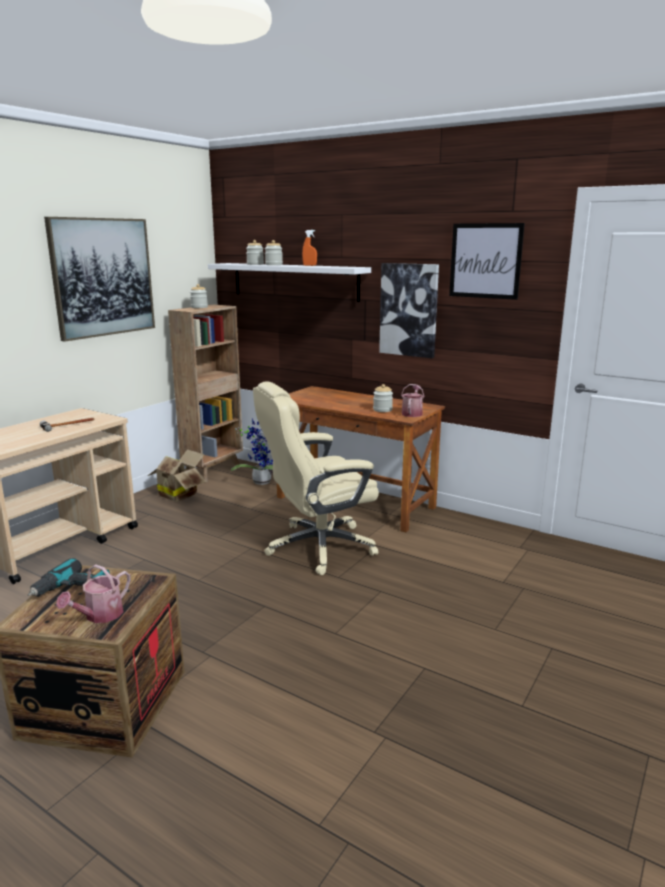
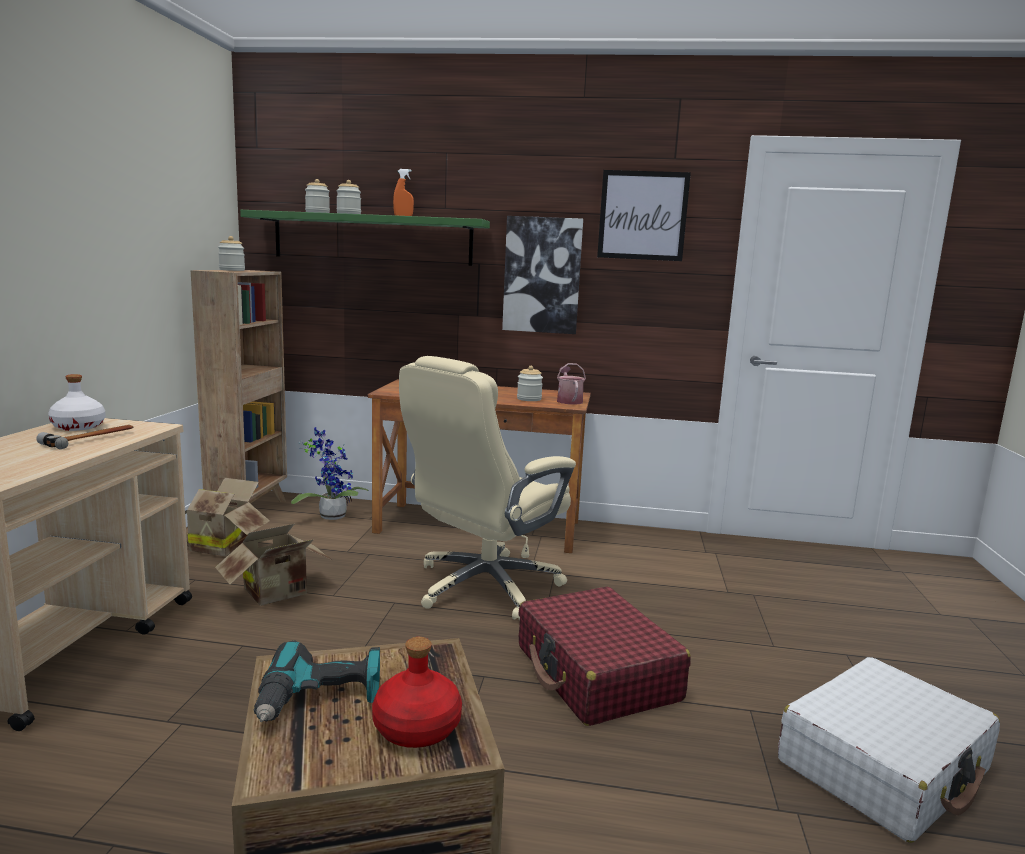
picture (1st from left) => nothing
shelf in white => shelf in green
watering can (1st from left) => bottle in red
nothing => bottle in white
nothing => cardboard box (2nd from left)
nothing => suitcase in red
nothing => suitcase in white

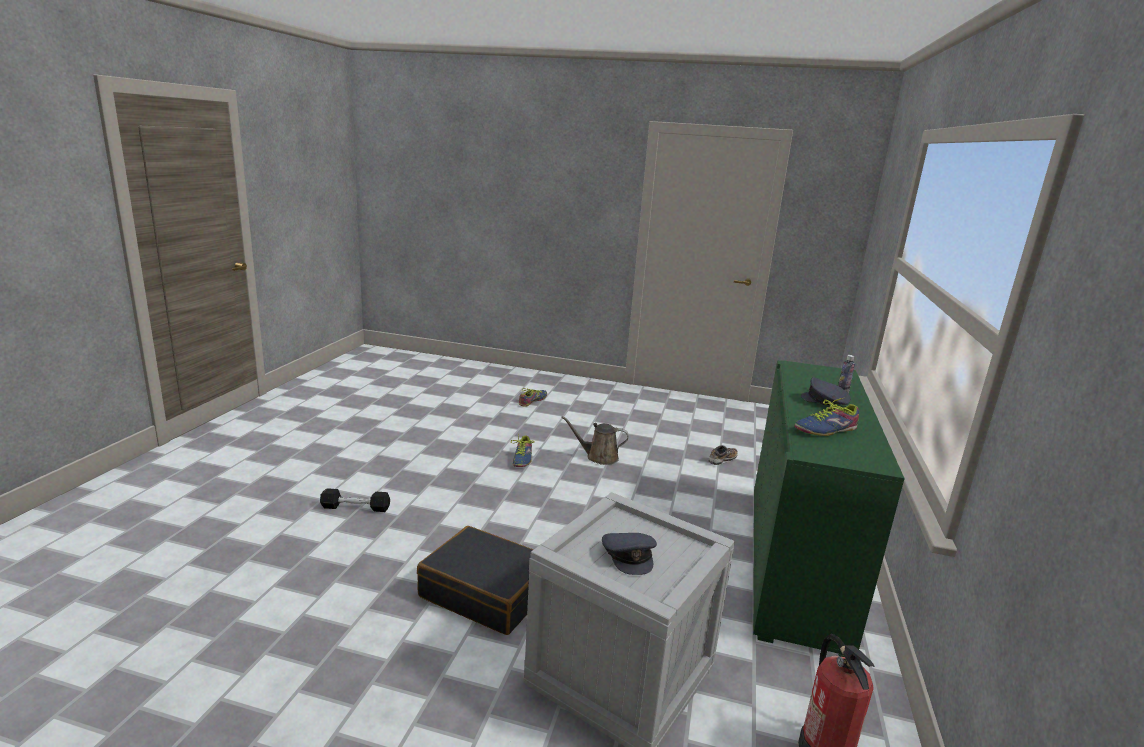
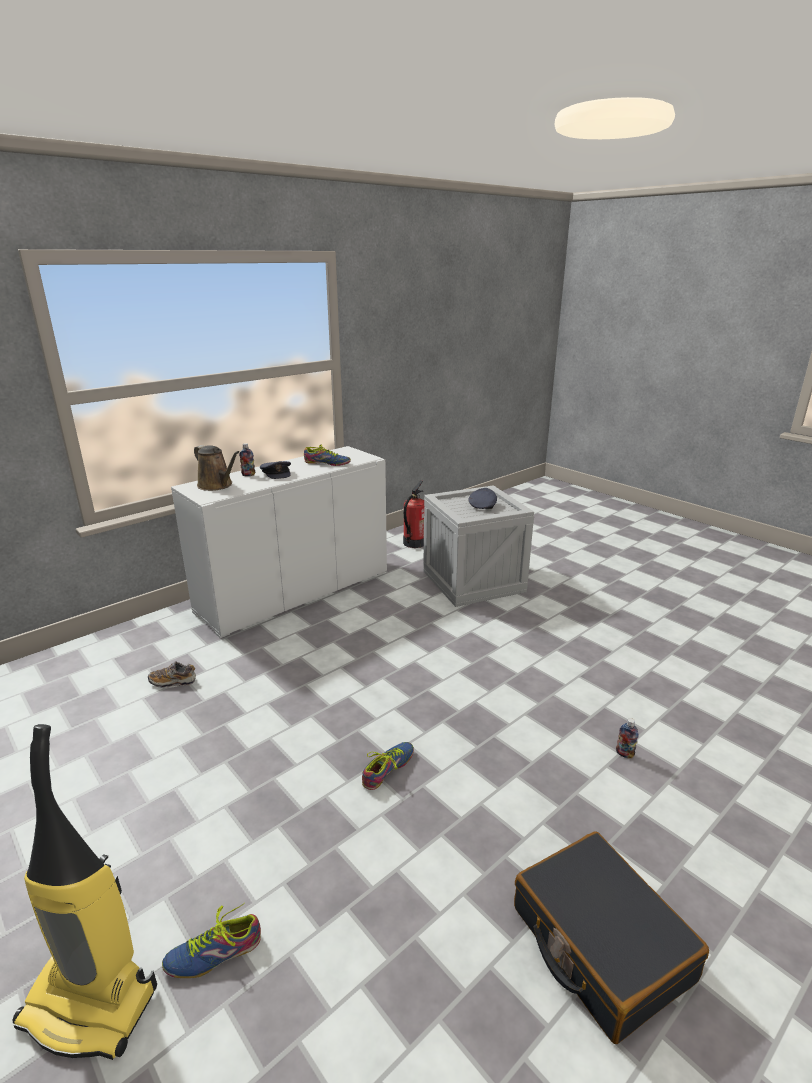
cabinet in green => cabinet in white
watering can in brown, moved
dumbbell in black => bottle (2nd from left)
suitcase in black, moved
nothing => vacuum cleaner

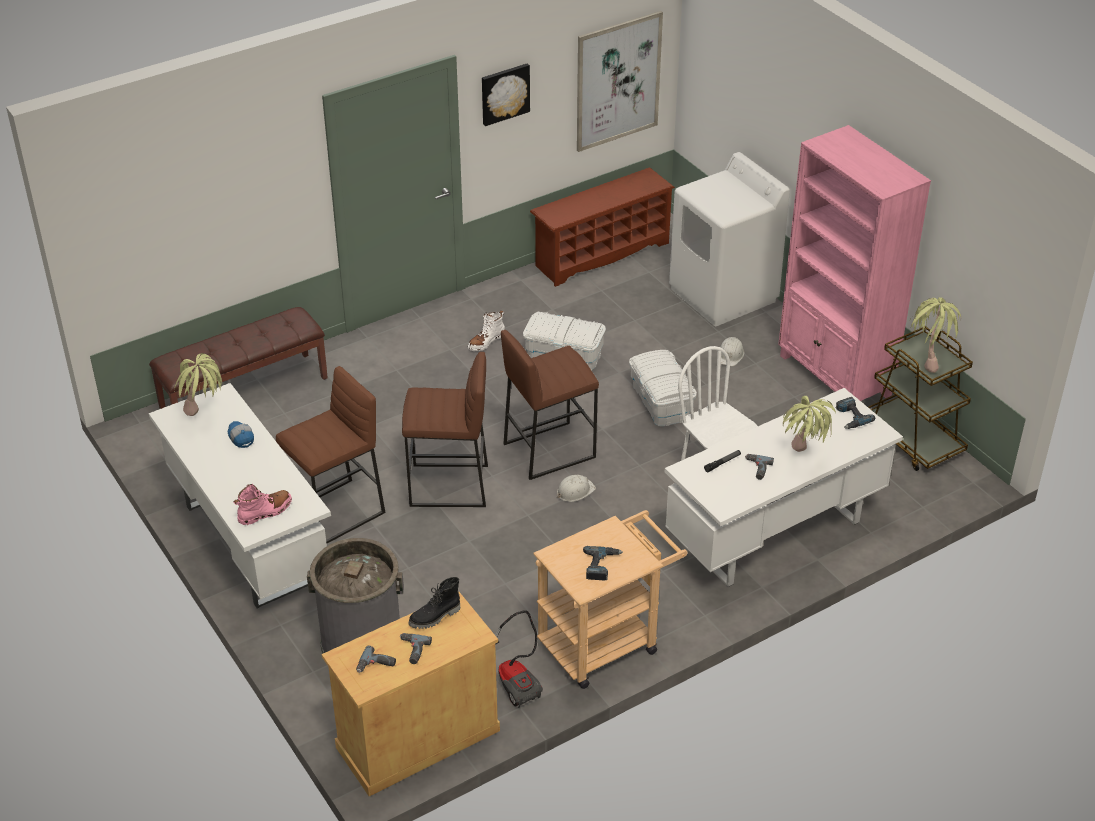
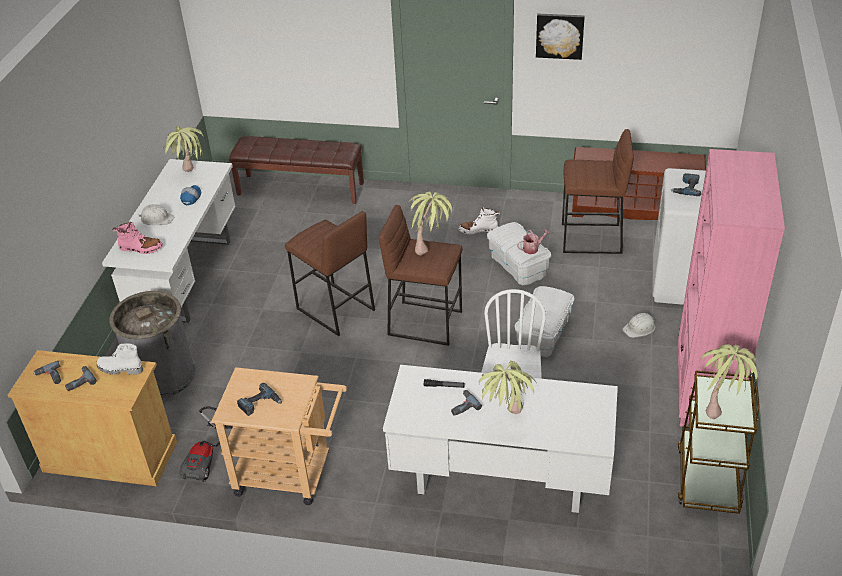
picture (2nd from left) => nothing
stool in brown (1st from left in the first image) => stool in brown (3rd from left), moved
power drill (5th from left), moved
hard hat in white (1st from left), moved
boot in black => boot in white (1st from left)
nothing => potted plant (2nd from left)
nothing => watering can

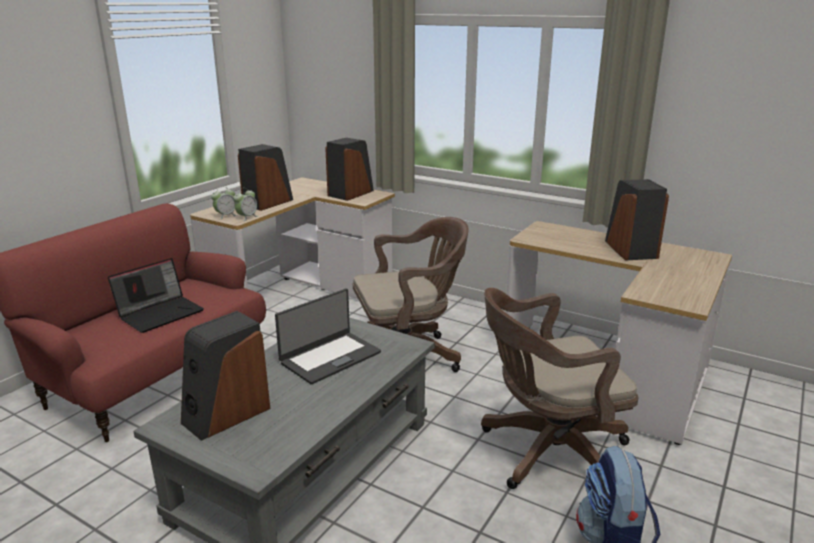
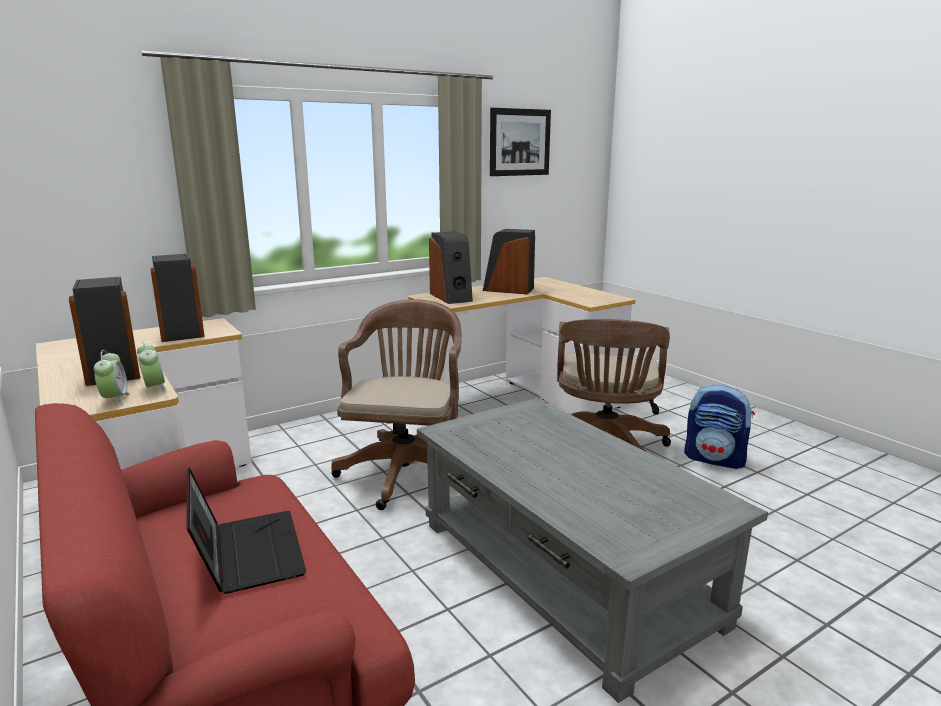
laptop (2nd from left) => nothing
speaker (1st from left in the first image) => speaker (3rd from left), moved
nothing => picture

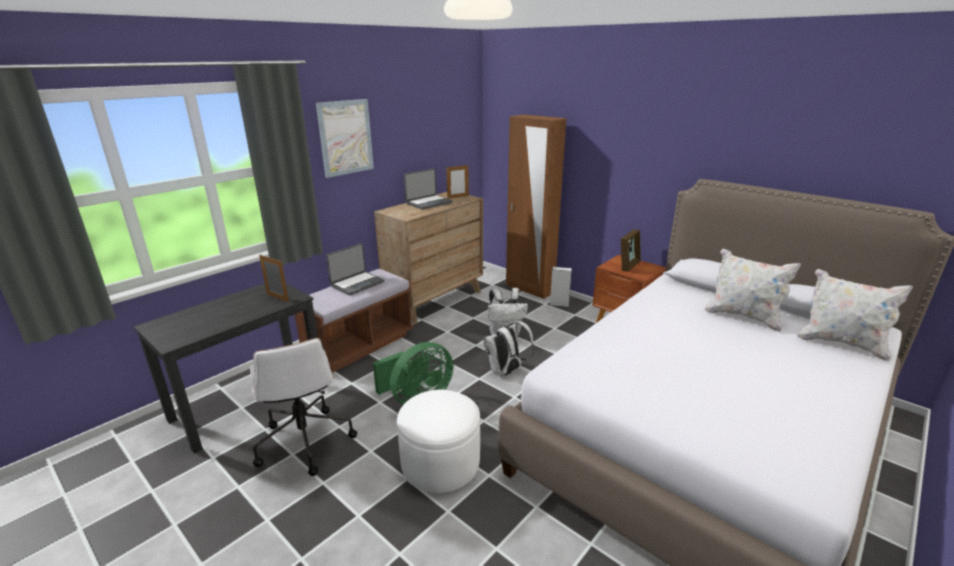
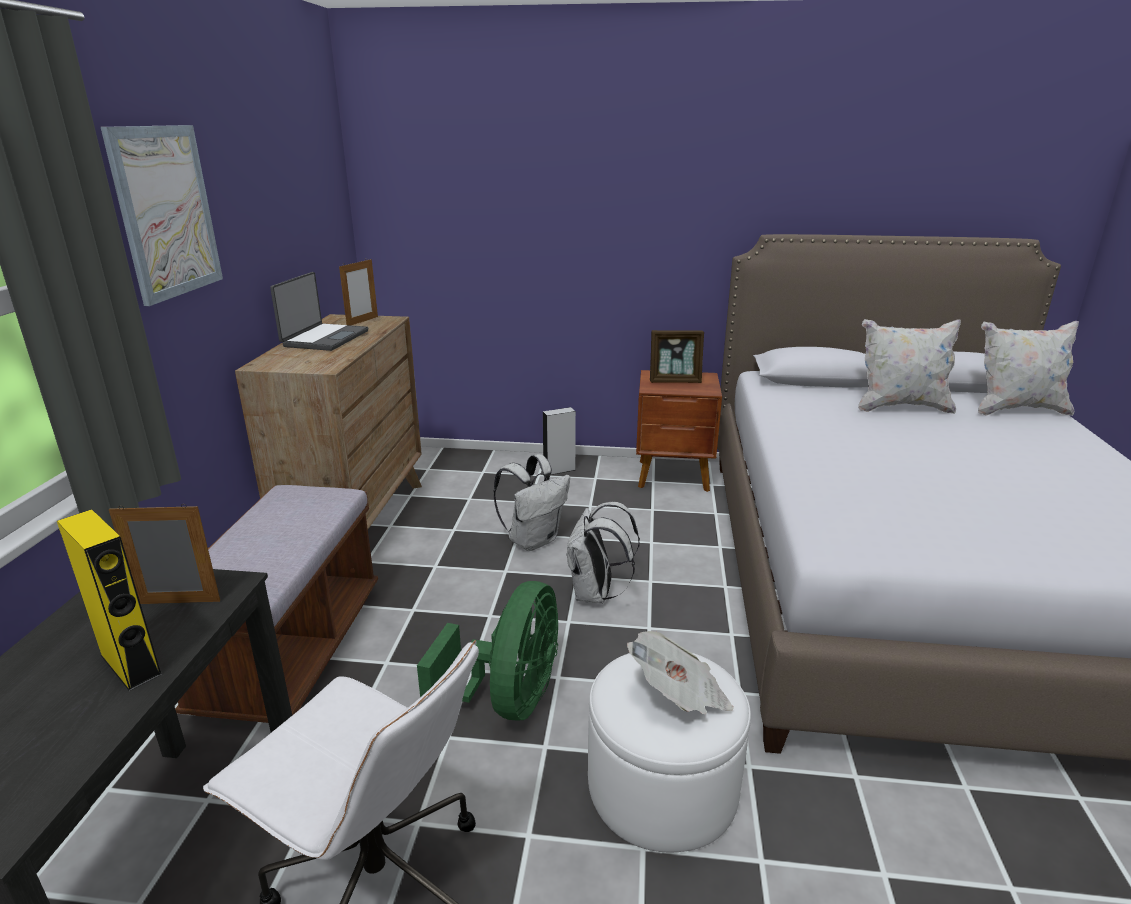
wardrobe in brown => nothing
picture frame (3rd from left), 90 degrees clockwise
laptop (1st from left) => nothing
nothing => speaker in yellow
nothing => newspaper

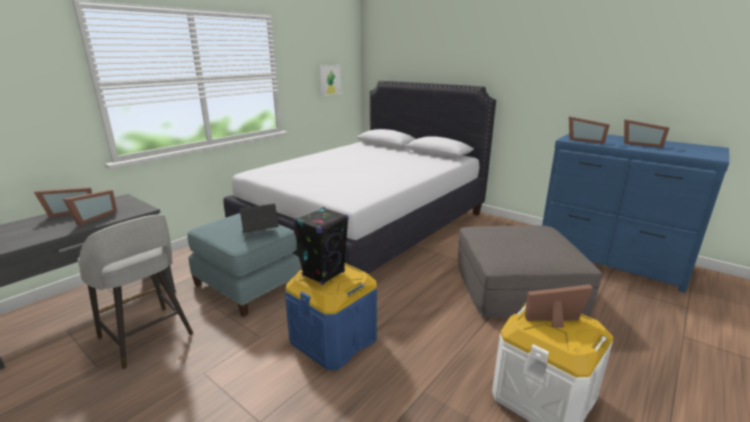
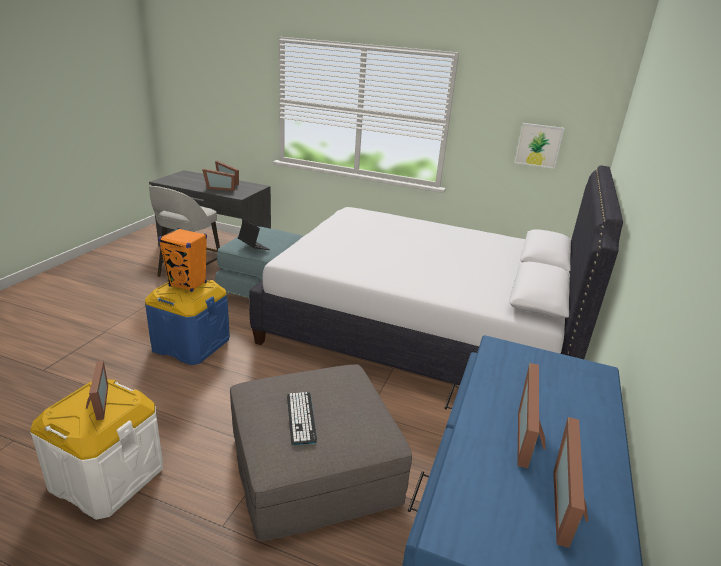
picture frame (4th from left in the first image) => picture frame (5th from left), moved
speaker in black => speaker in orange
nothing => keyboard

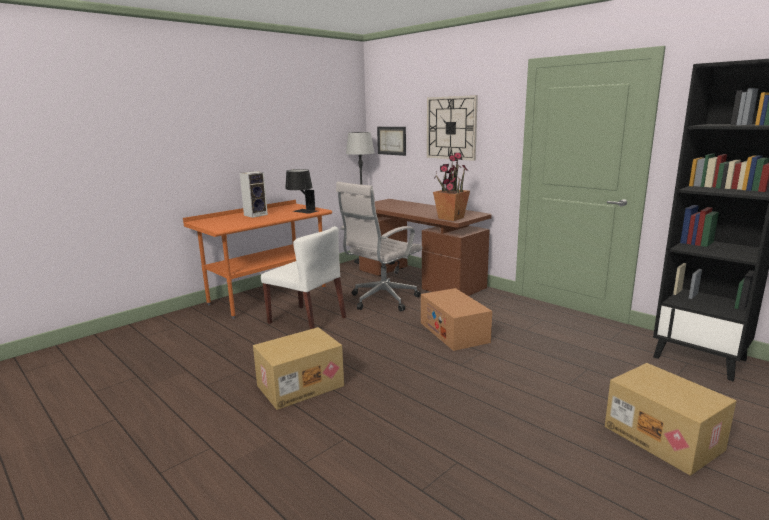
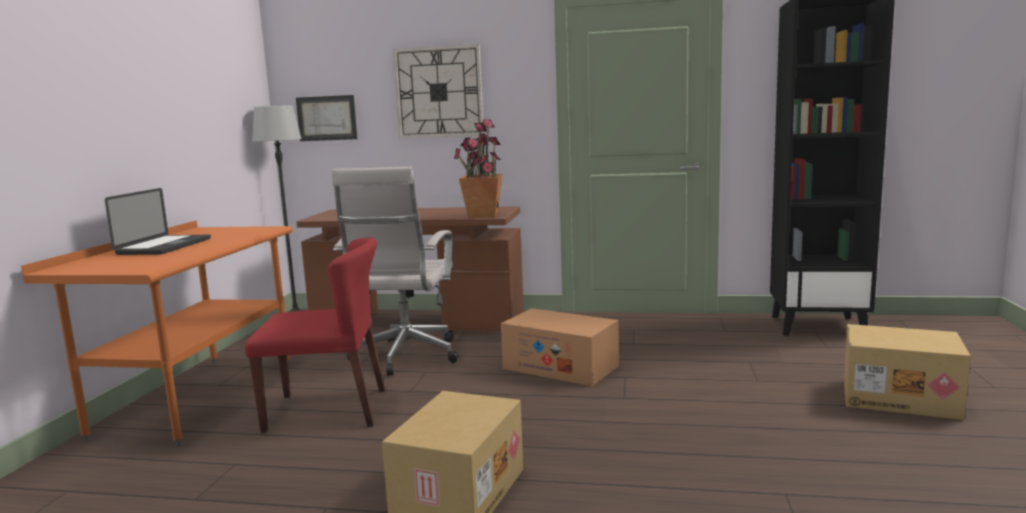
table lamp in black => nothing
speaker => laptop
chair in white => chair in red

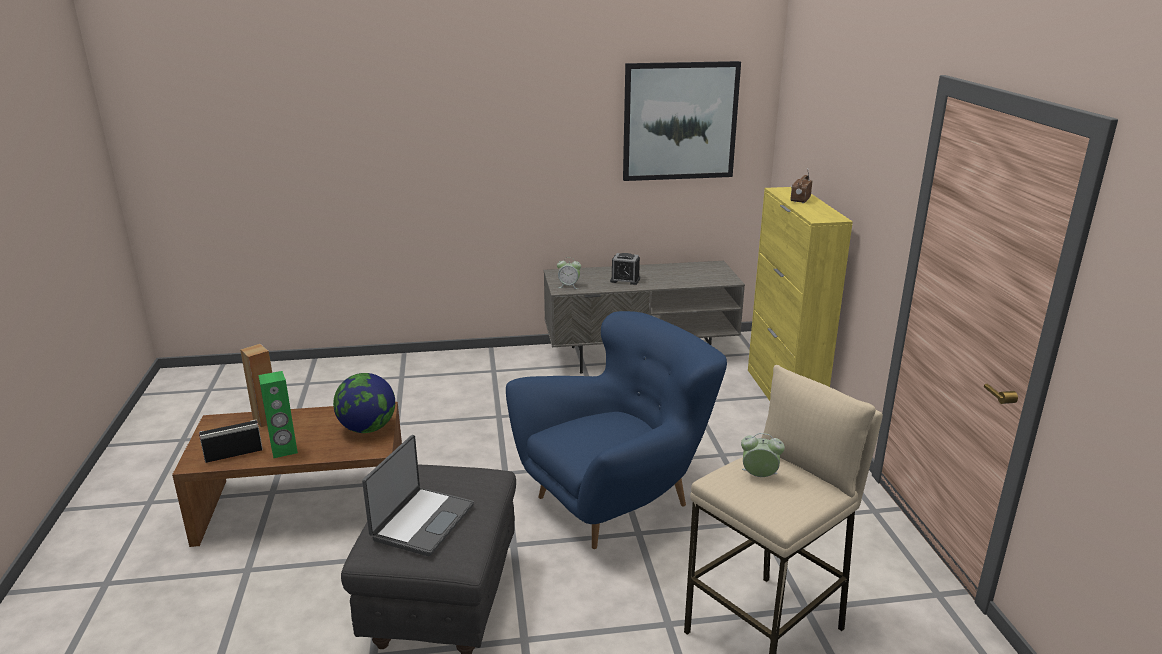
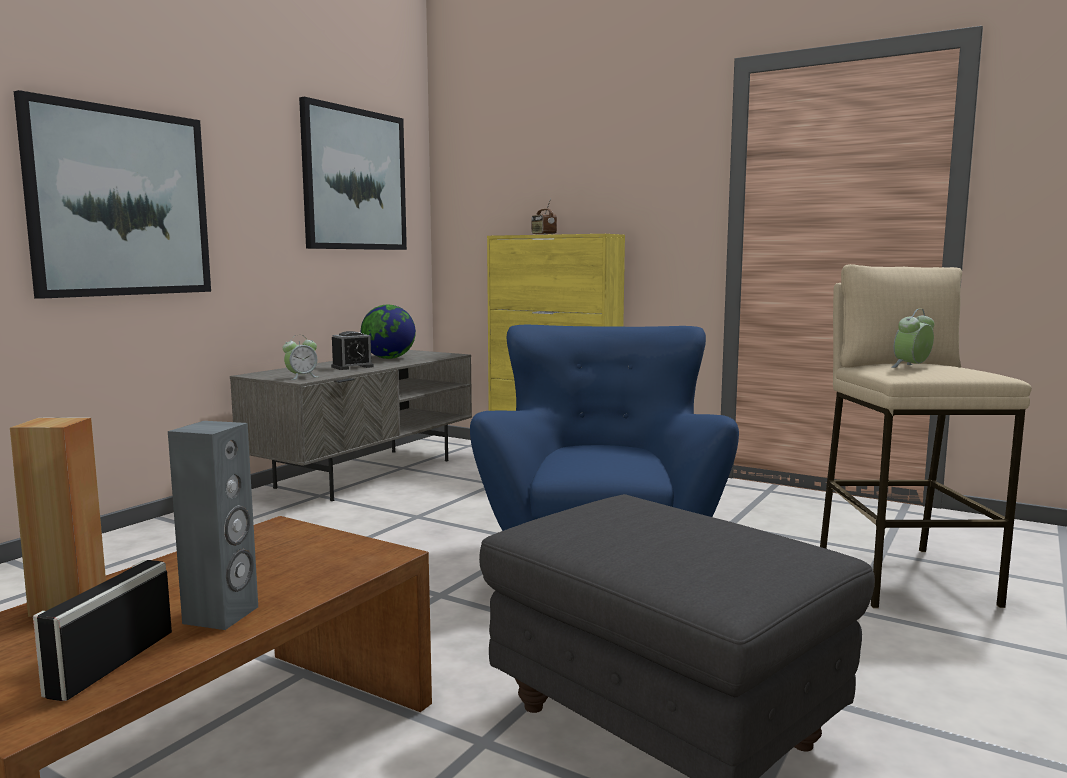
speaker in green => speaker in grey
globe, moved
laptop => nothing
nothing => picture (1st from left)

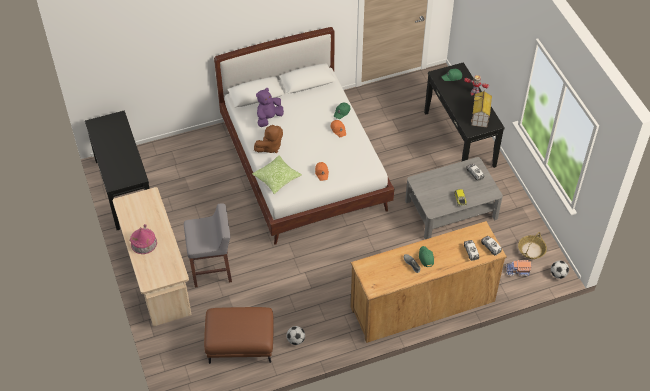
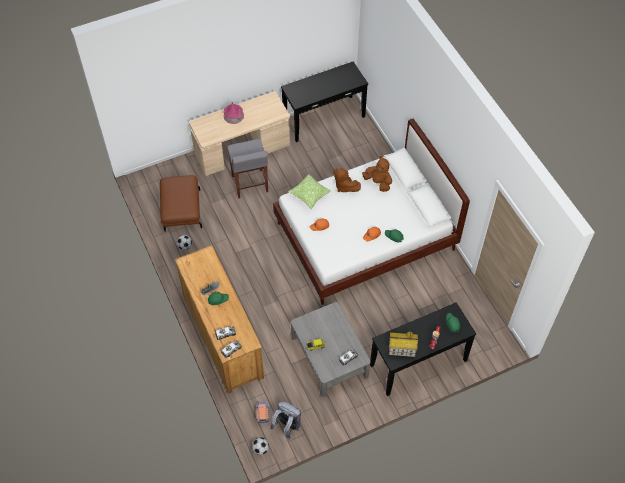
plush toy in purple => plush toy in brown (2nd from left)
basket => backpack in grey

